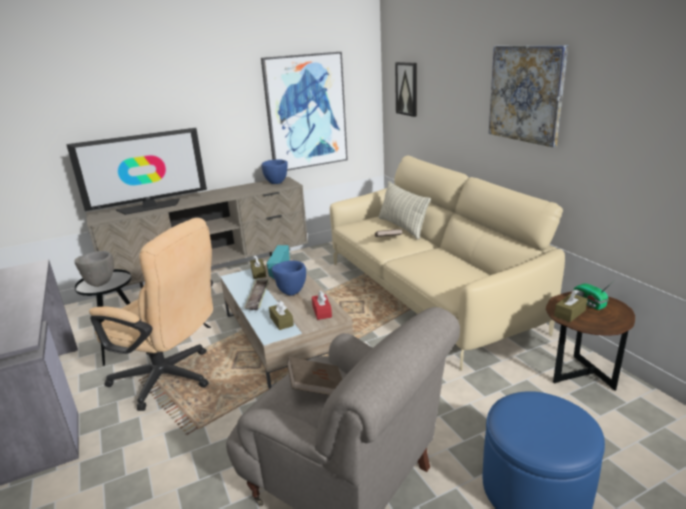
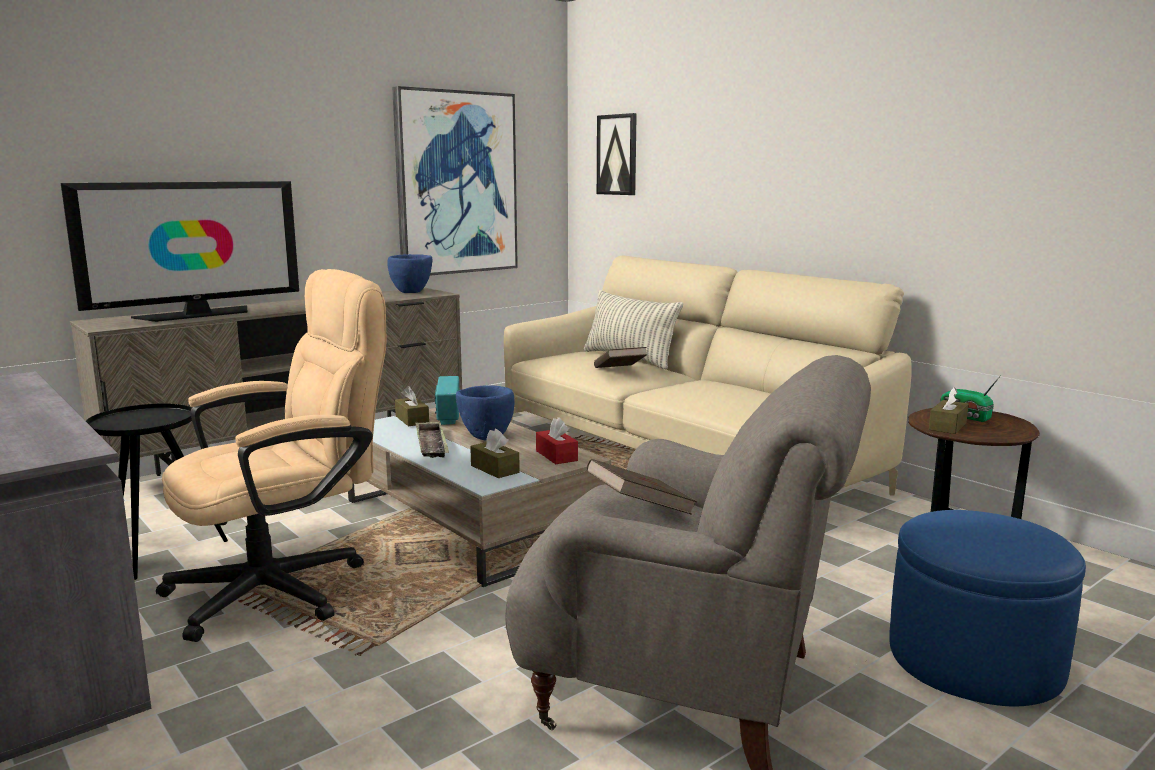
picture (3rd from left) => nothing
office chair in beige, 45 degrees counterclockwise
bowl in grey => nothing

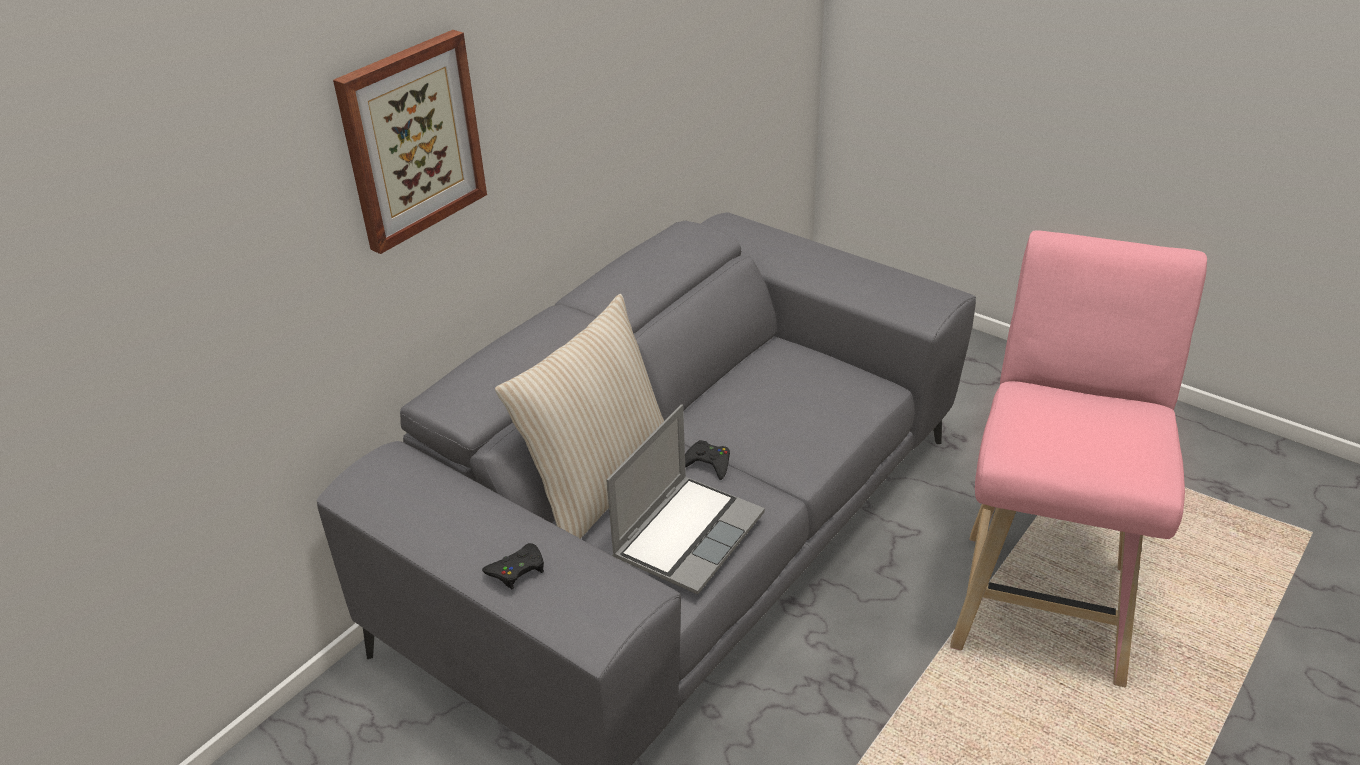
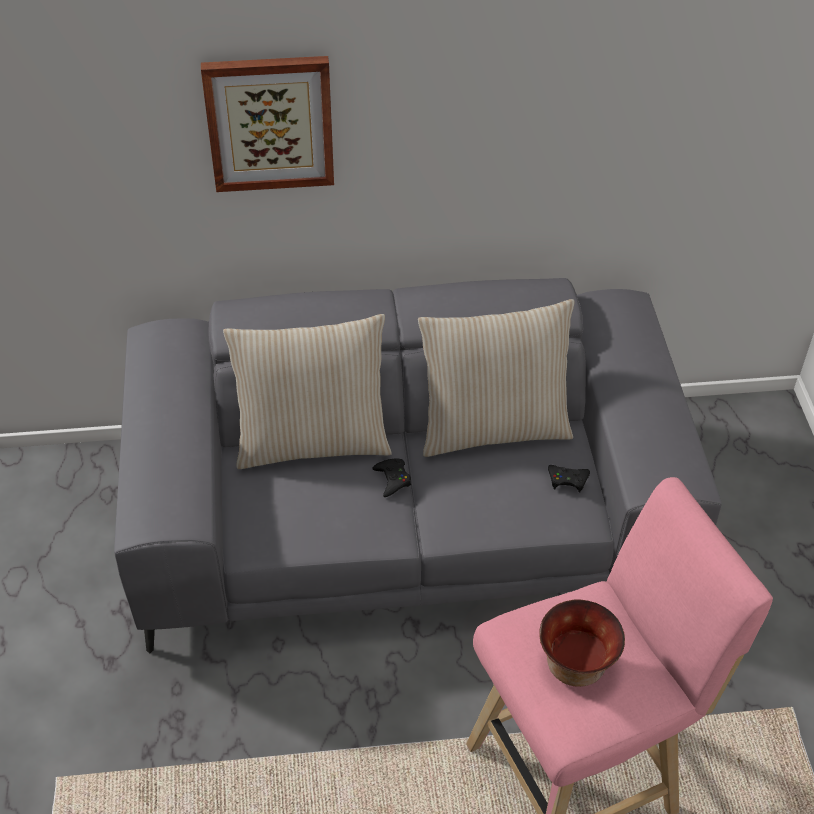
laptop => nothing
game controller in black (1st from left in the first image) => game controller in black (2nd from left), moved
nothing => pillow in beige (2nd from left)
nothing => bowl

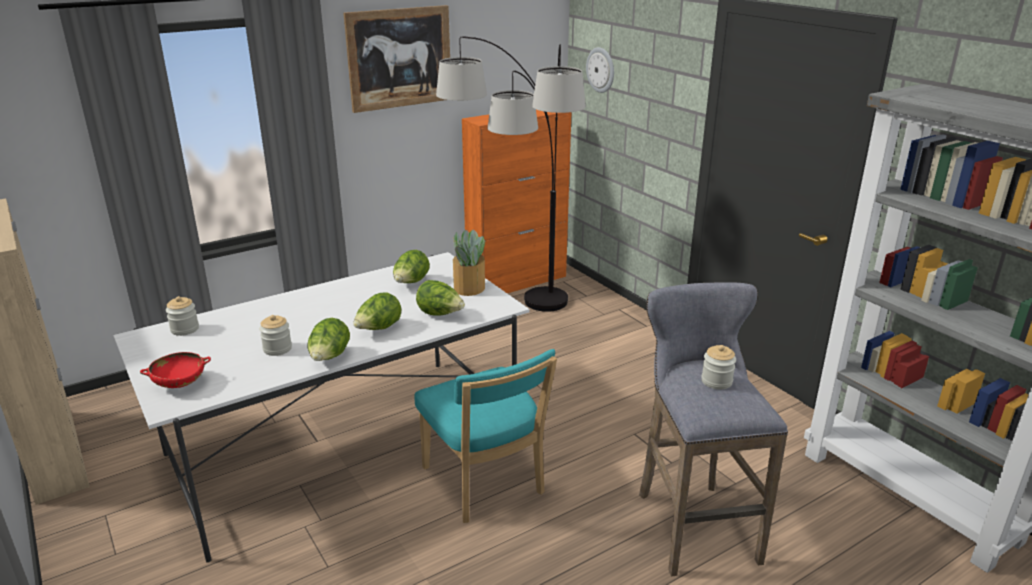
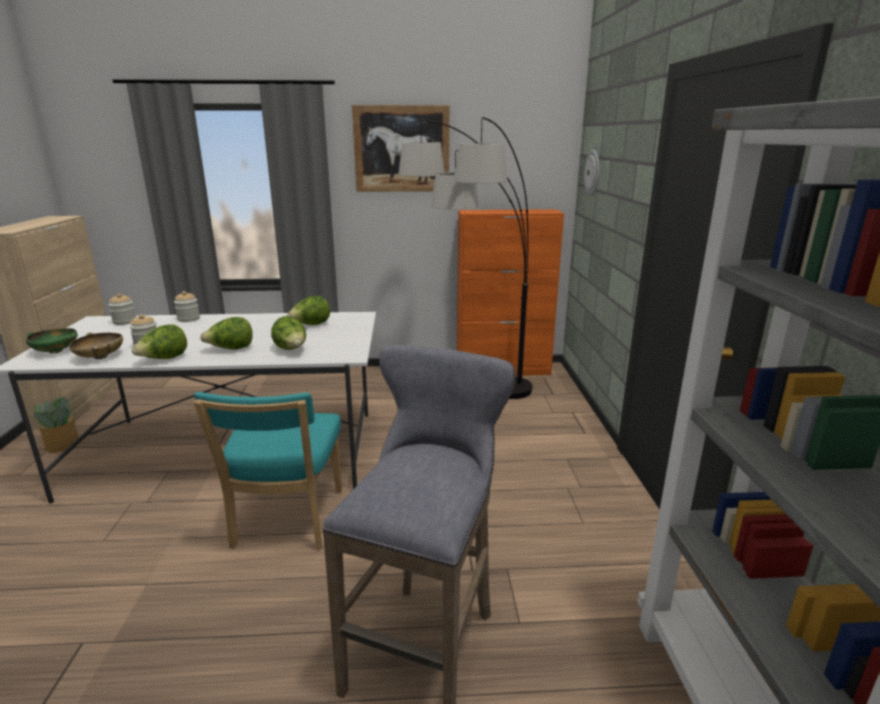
potted plant, moved
jar (3rd from left), moved
bowl in red => bowl in green
nothing => bowl in beige

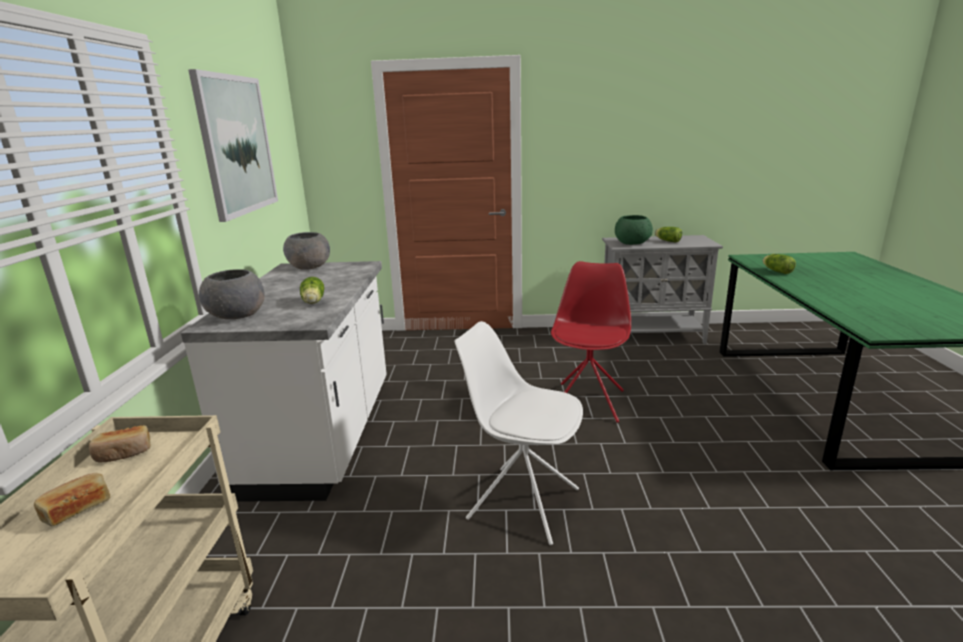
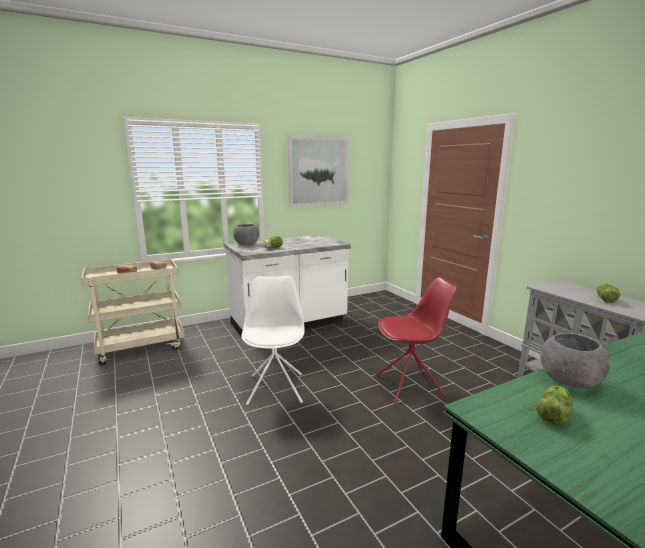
bowl in green => nothing
bowl in grey (2nd from left), moved
lettuce (3rd from left in the first image) => lettuce (2nd from left), moved

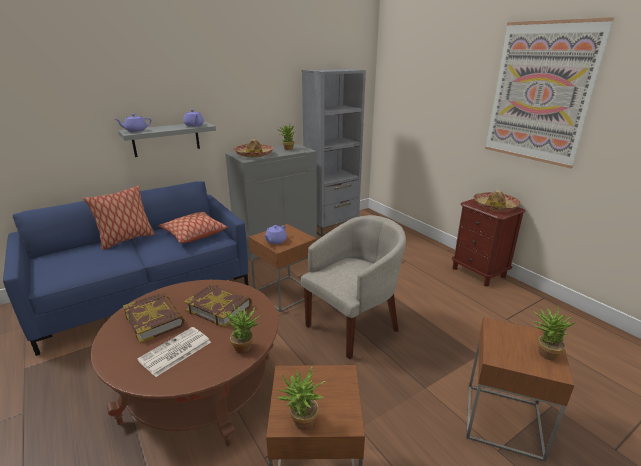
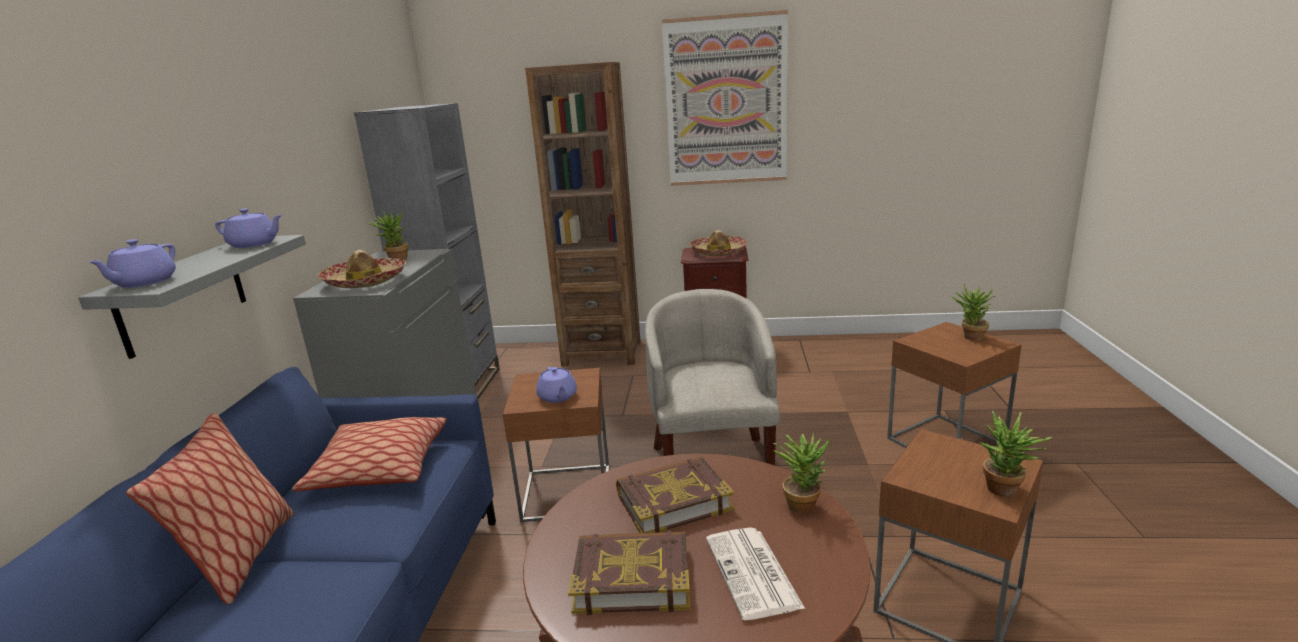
nothing => bookcase in brown

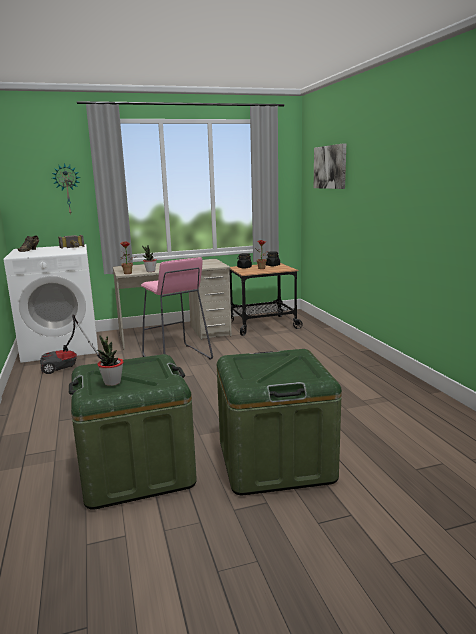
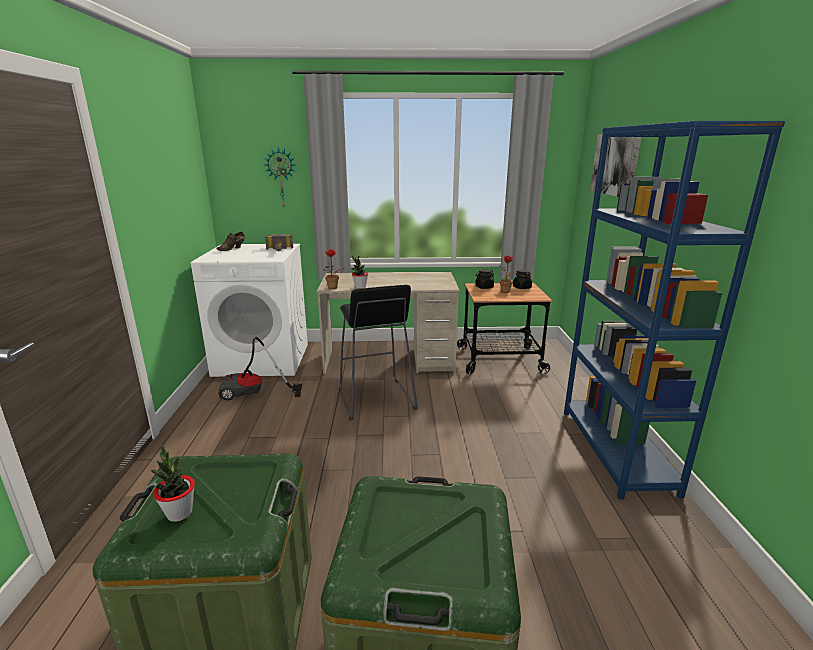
stool in pink => stool in black
nothing => bookcase in blue

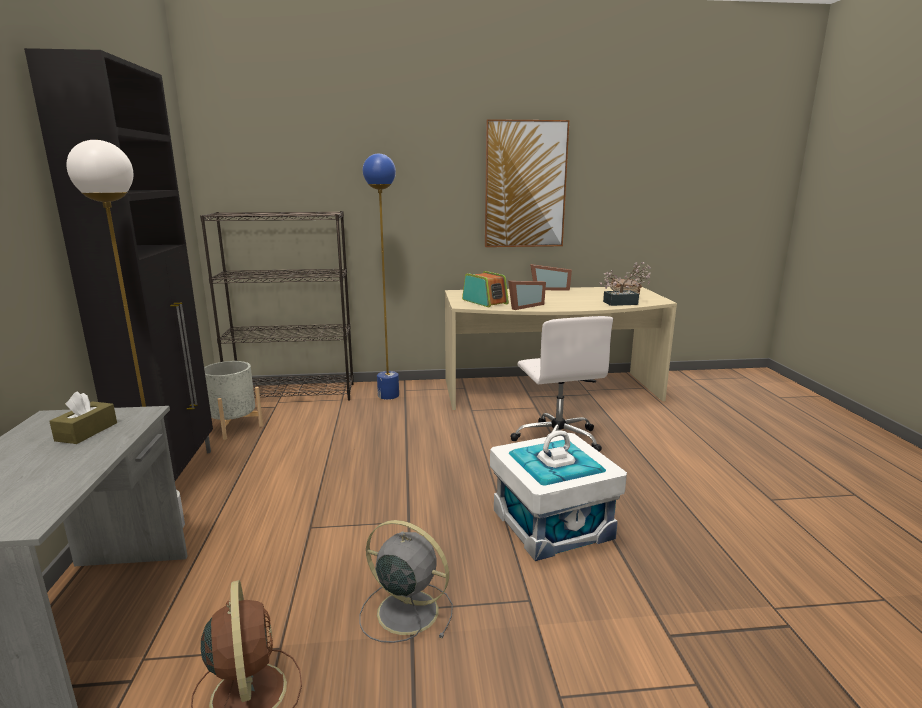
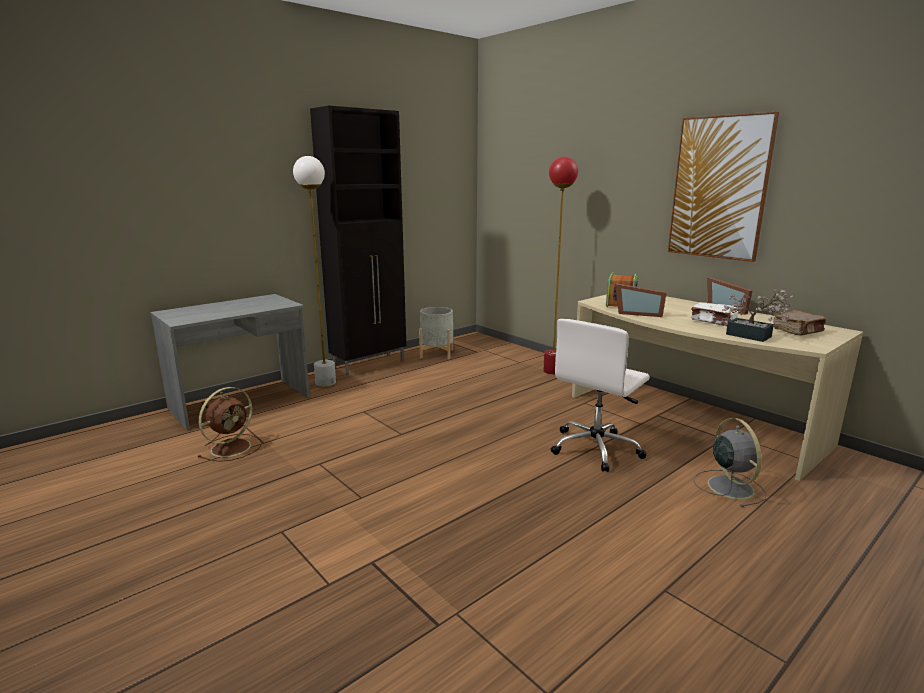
floor lamp in blue => floor lamp in red
bookcase in black => nothing
tissue box in brown => nothing
storage box in white => nothing
fan in grey, moved
nothing => book in white

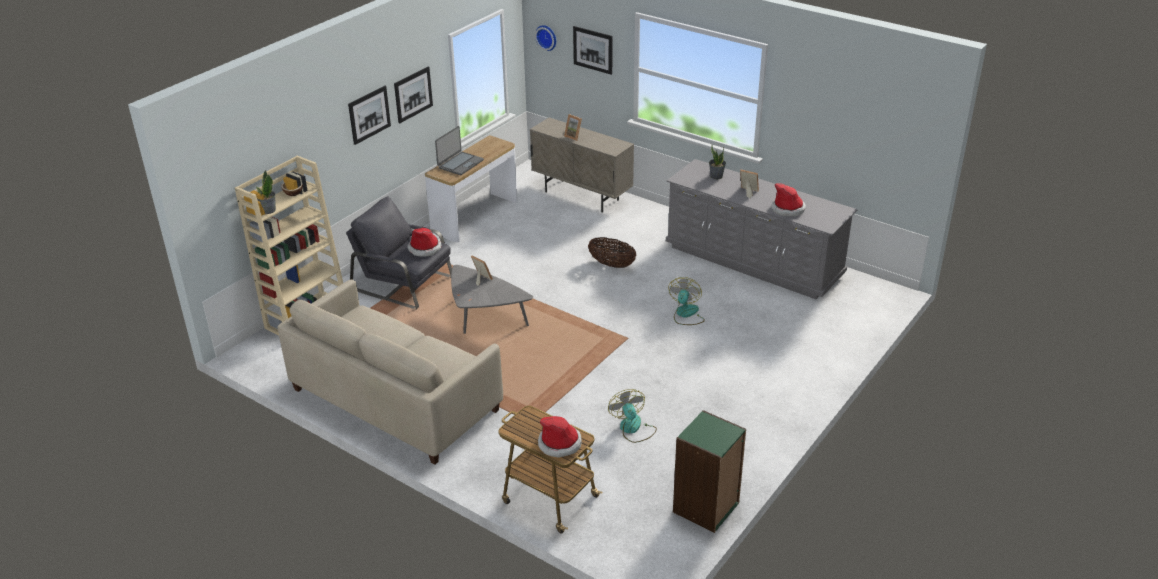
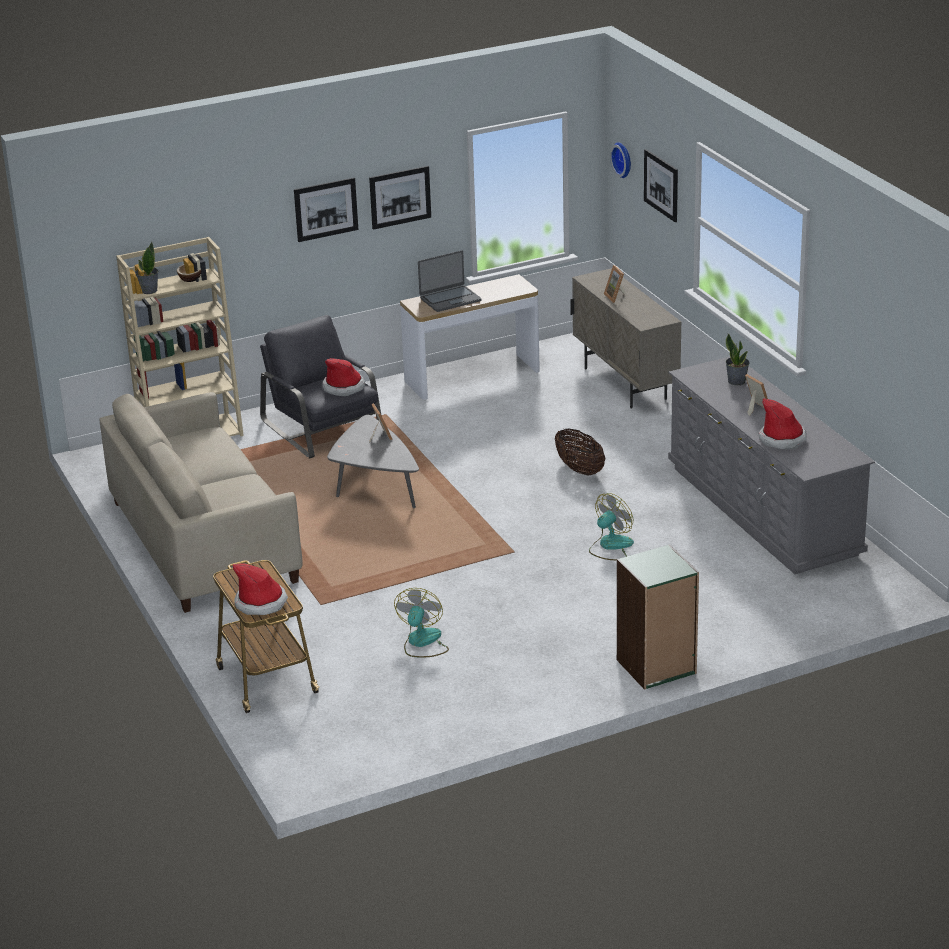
bookcase in green, moved

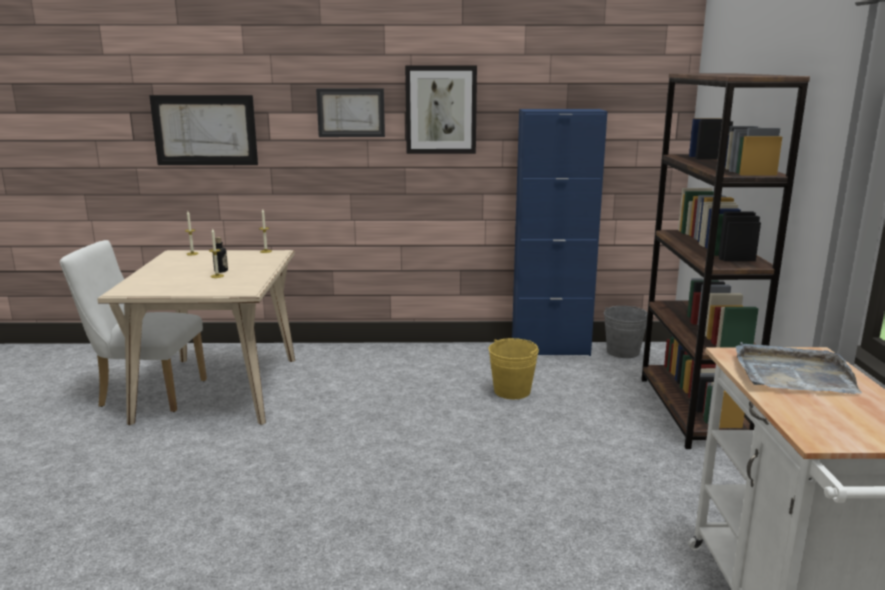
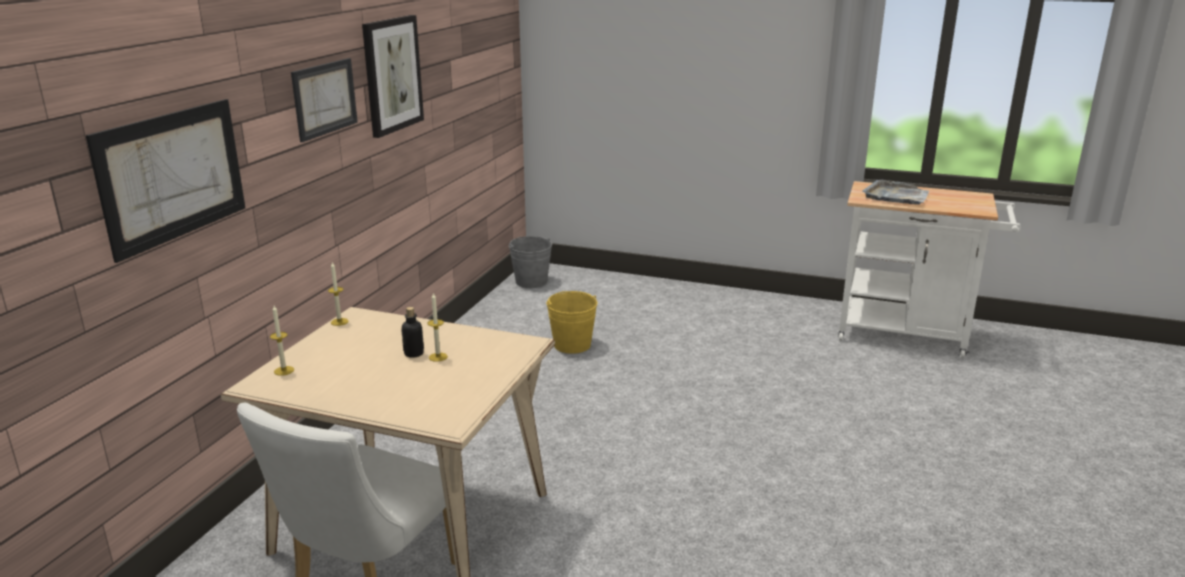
bookcase in brown => nothing
cabinet in blue => nothing

